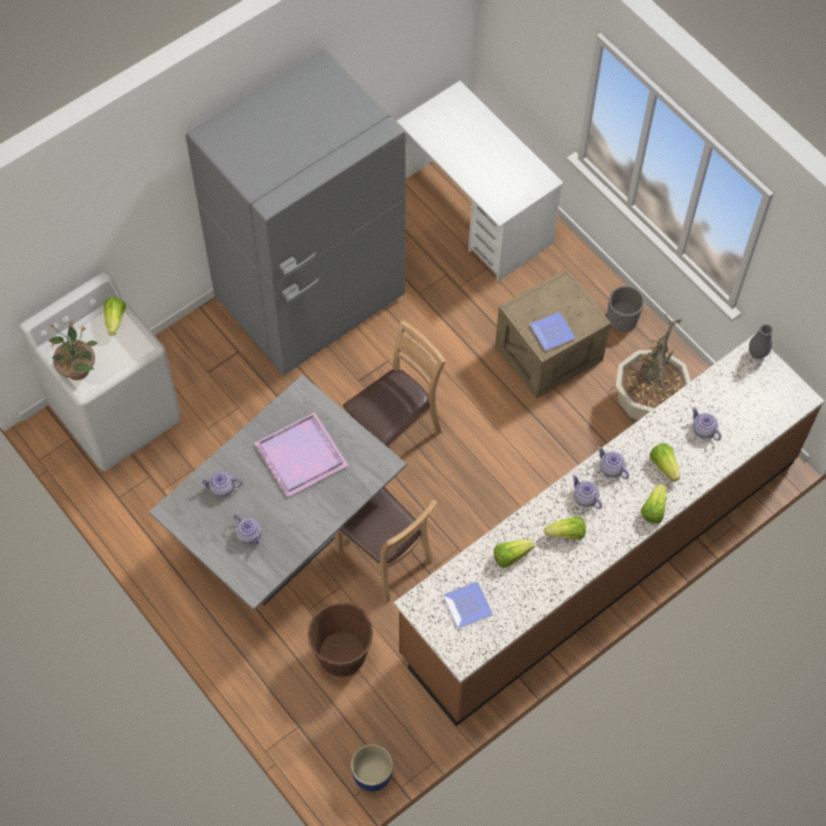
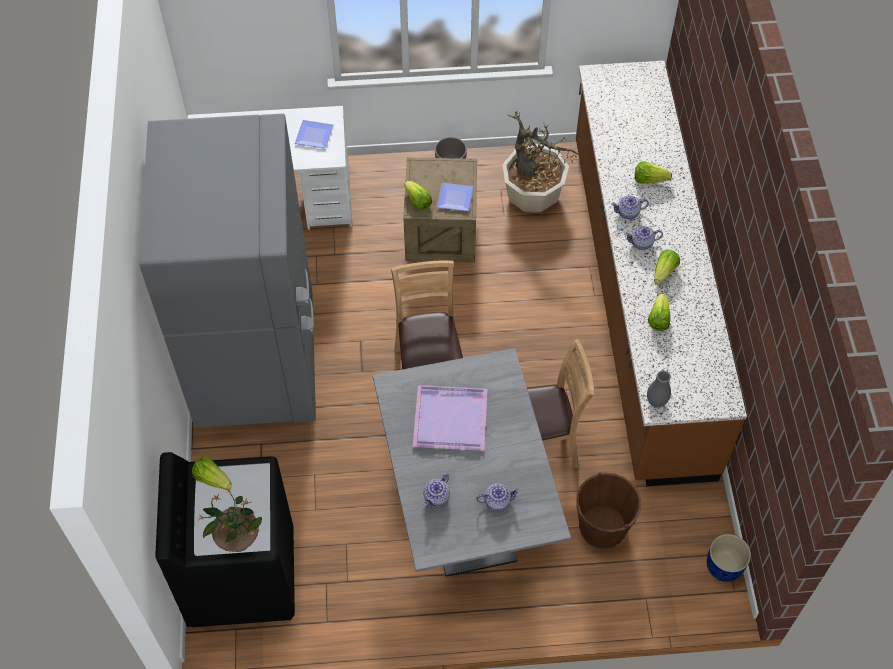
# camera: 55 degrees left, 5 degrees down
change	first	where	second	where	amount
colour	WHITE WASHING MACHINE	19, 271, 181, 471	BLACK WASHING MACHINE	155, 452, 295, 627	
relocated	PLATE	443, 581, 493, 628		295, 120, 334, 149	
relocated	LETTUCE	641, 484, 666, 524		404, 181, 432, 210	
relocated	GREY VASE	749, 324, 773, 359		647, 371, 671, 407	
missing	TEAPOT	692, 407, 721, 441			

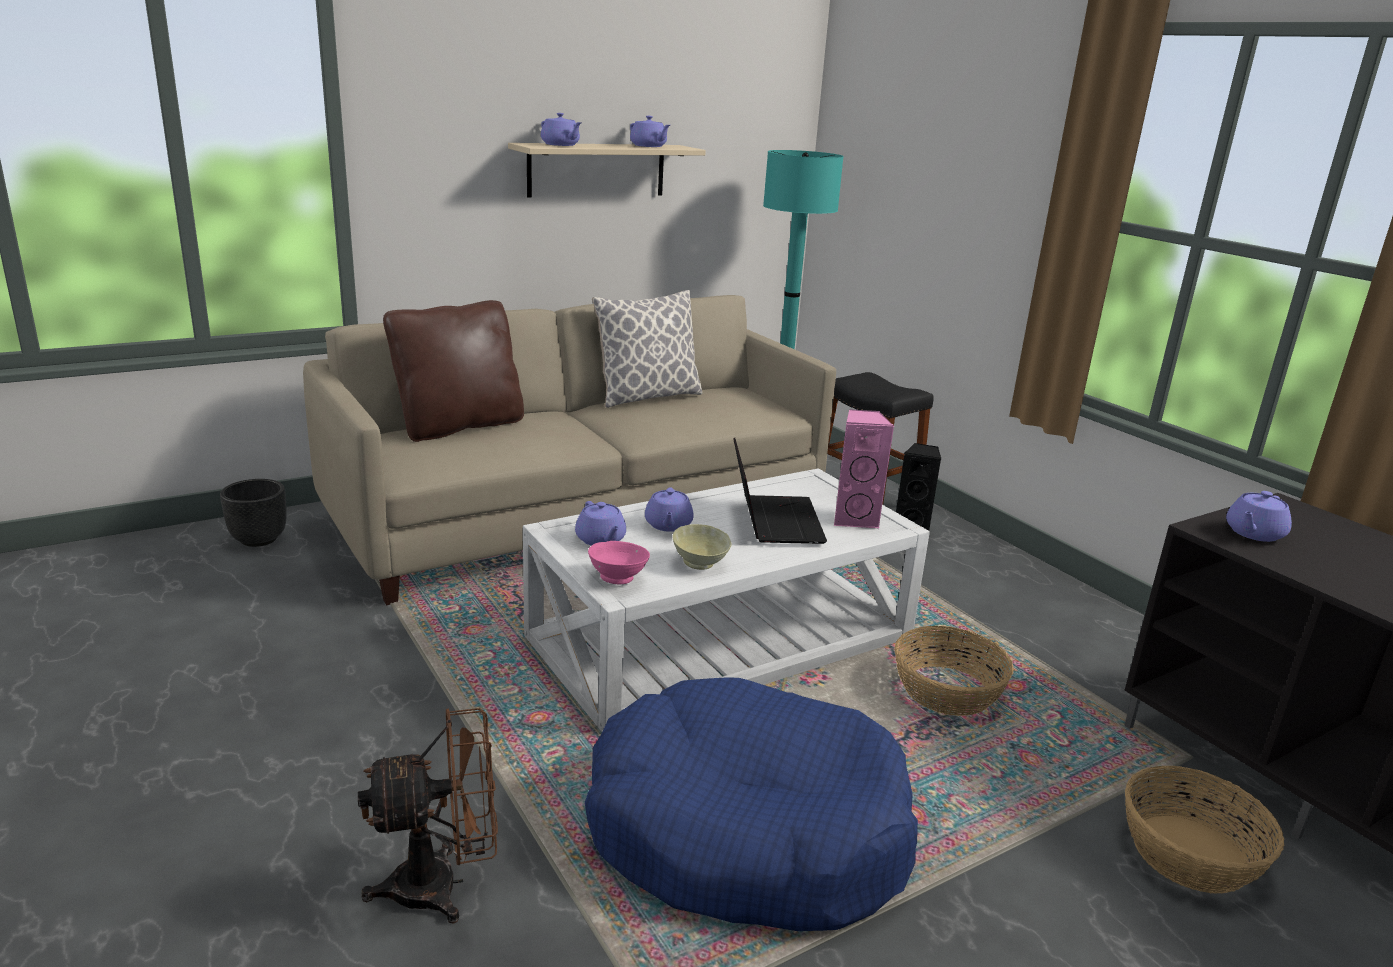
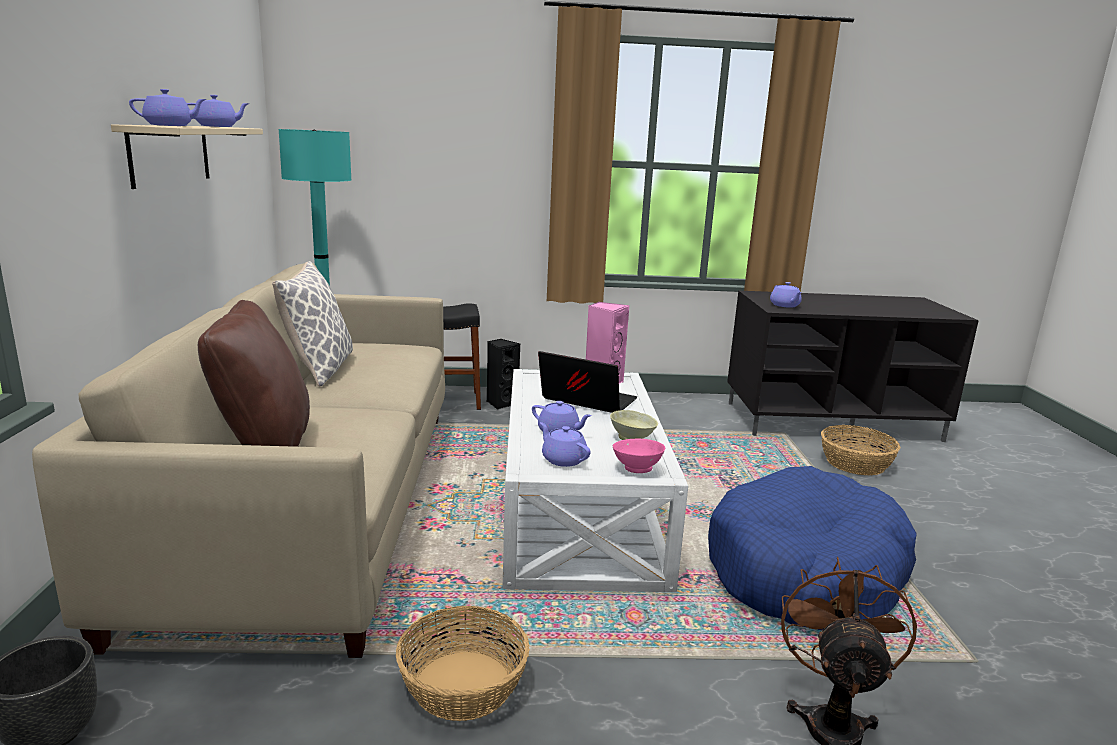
# camera: 60 degrees left, 5 degrees down
change	first	where	second	where	amount
relocated	BASKET	894, 626, 1014, 716		396, 606, 530, 721	
spun	PURPLE TEAPOT	575, 501, 626, 546		540, 422, 591, 467	135 degrees counterclockwise

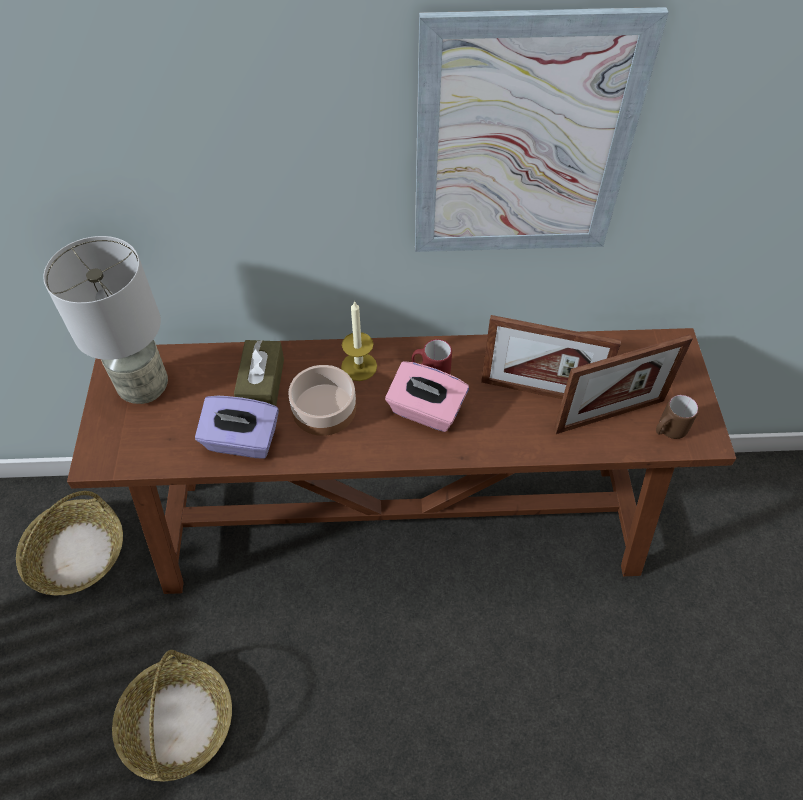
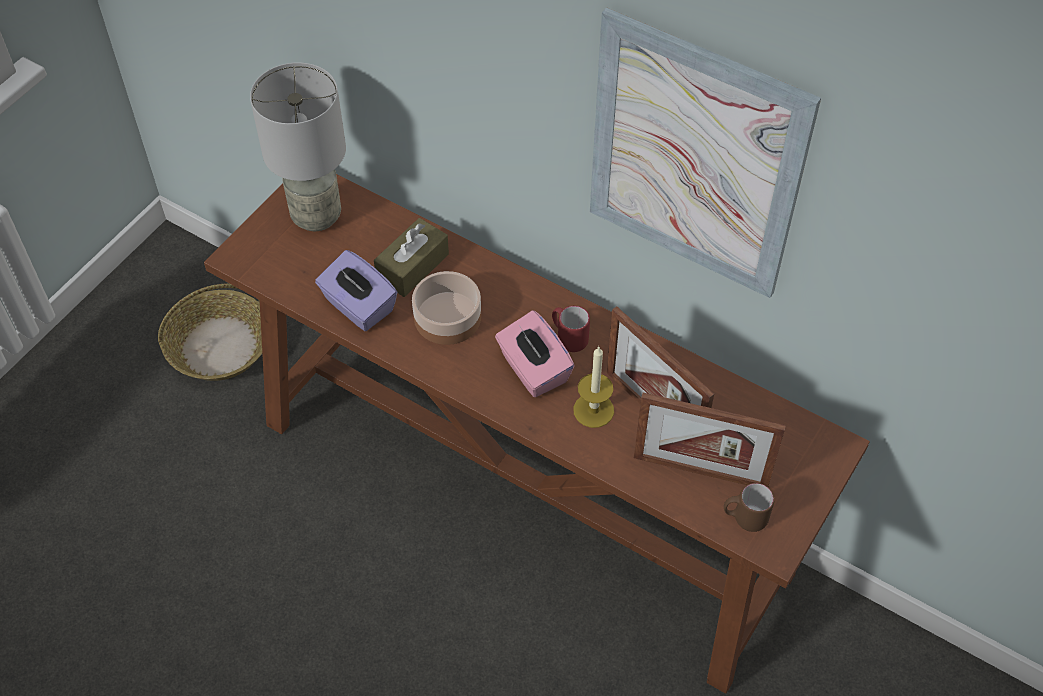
# camera: 35 degrees right, 0 degrees up
change	first	where	second	where	amount
relocated	CANDLE	341, 300, 377, 381		573, 347, 614, 428	
missing	BASKET	112, 650, 232, 782			

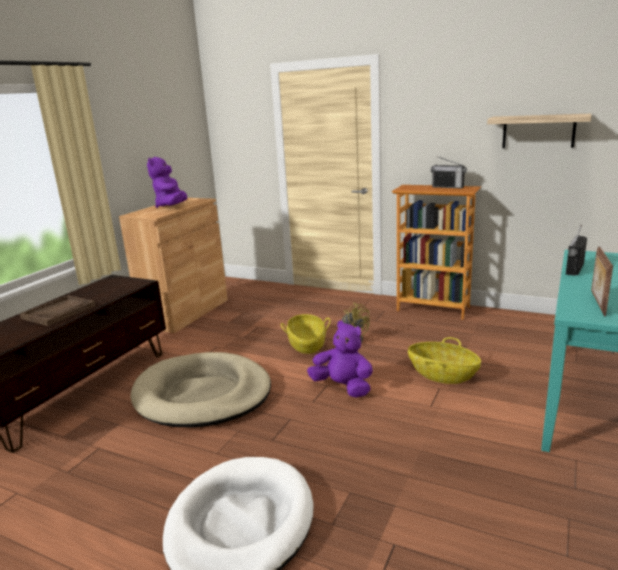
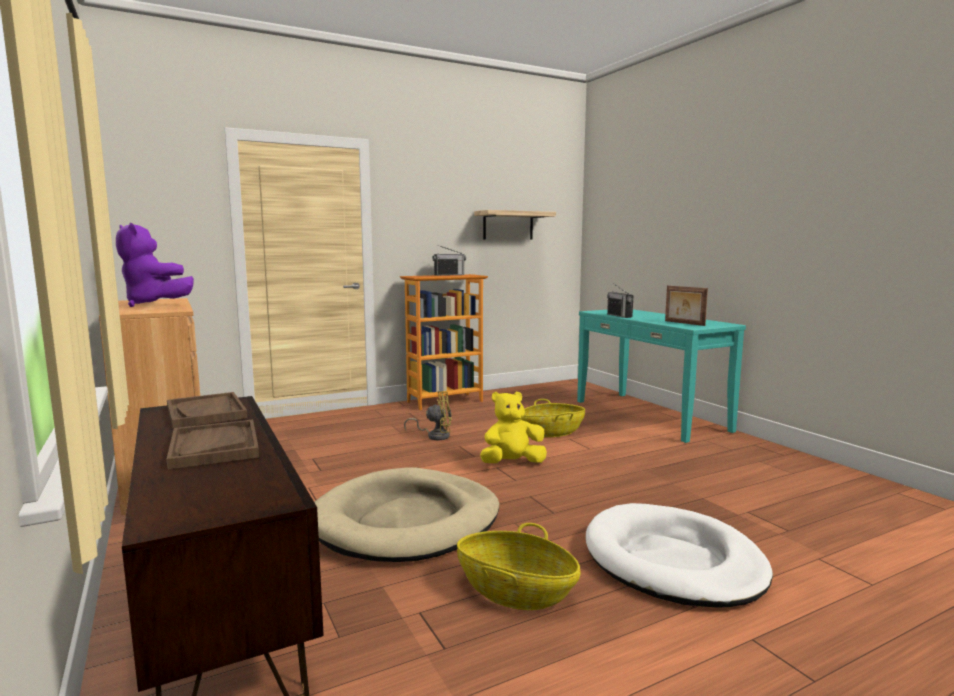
# camera: 55 degrees left, 10 degrees down
change	first	where	second	where	amount
appeared			BROWN TRAY	167, 392, 247, 429	
relocated	BASKET	281, 314, 331, 354		457, 523, 580, 610	
colour	PURPLE PLUSH TOY	307, 320, 373, 398	YELLOW PLUSH TOY	480, 392, 547, 463	

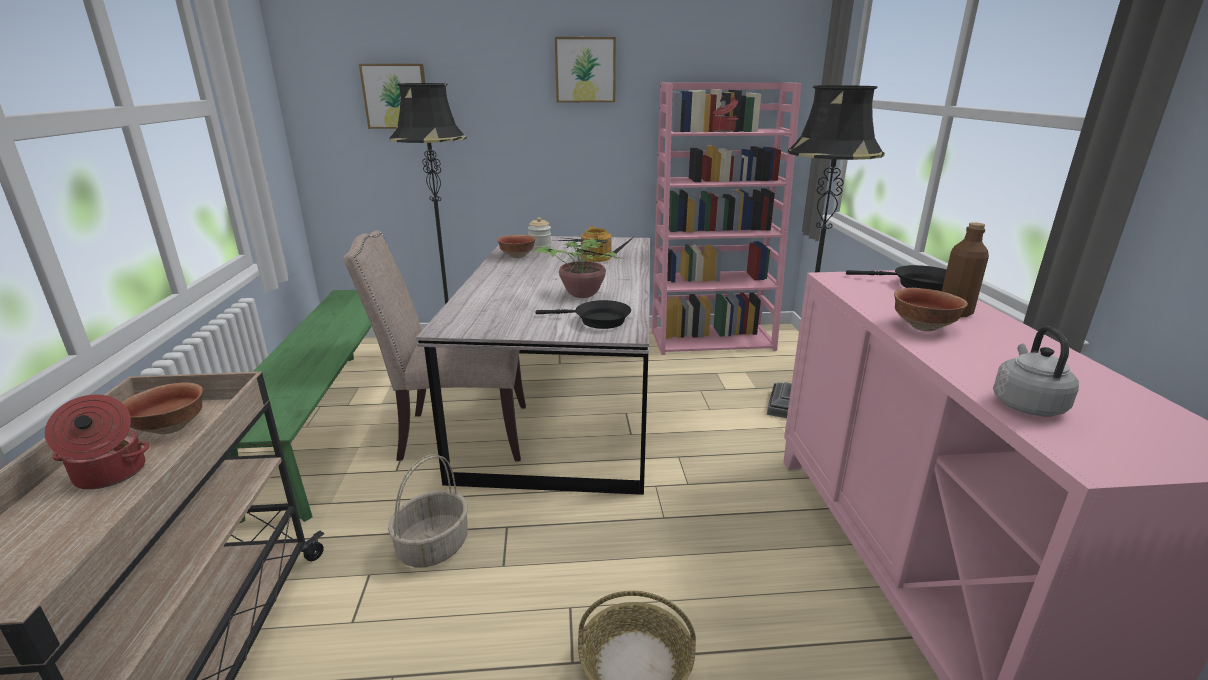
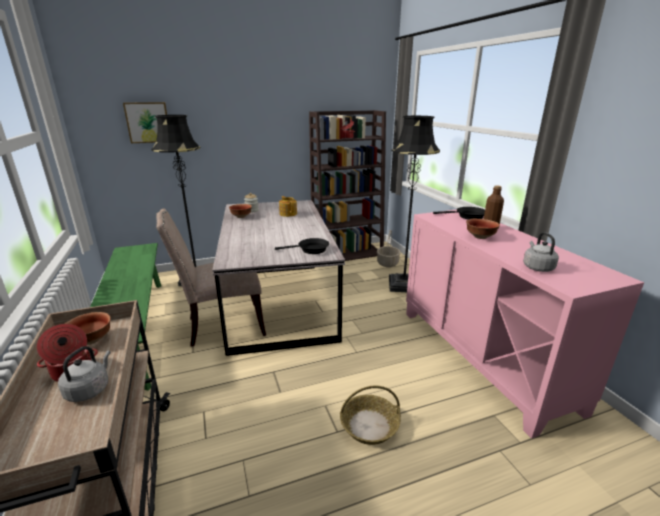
# camera: 15 degrees left, 0 degrees up
change	first	where	second	where	amount
appeared			GREY KETTLE	58, 346, 111, 402	
colour	PINK BOOKCASE	652, 82, 801, 355	BROWN BOOKCASE	309, 110, 386, 261	
relocated	BASKET	388, 454, 468, 567		377, 230, 401, 267	
missing	POTTED PLANT	533, 235, 636, 298			
missing	PICTURE	555, 37, 616, 102			

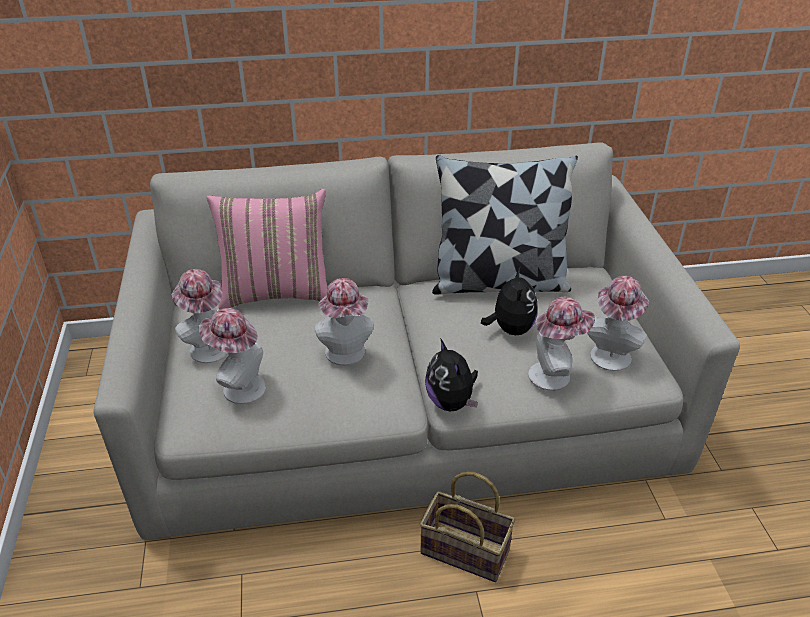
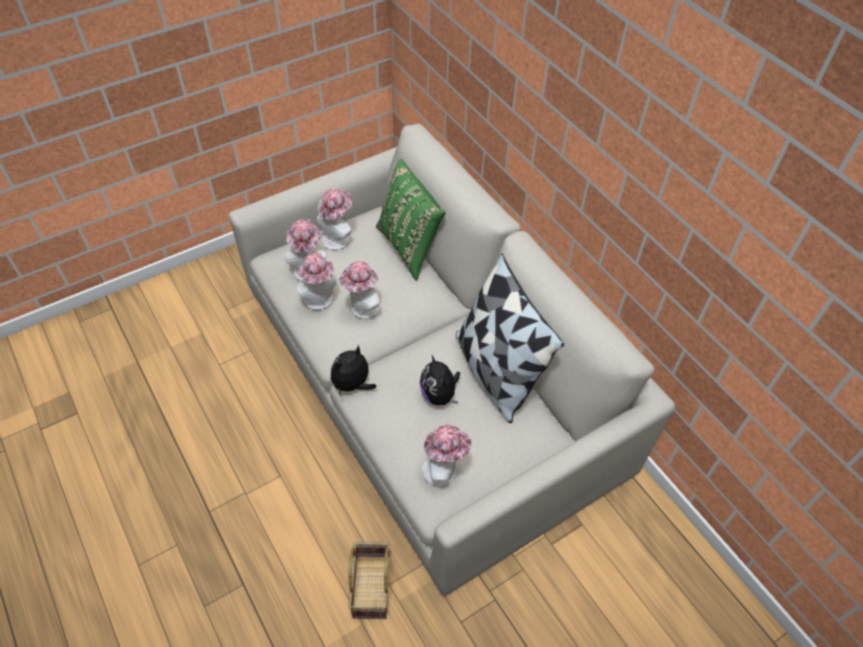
# camera: 65 degrees right, 15 degrees up
change	first	where	second	where	amount
relocated	HAT	528, 297, 595, 391		296, 253, 337, 310	
relocated	BASKET	420, 471, 515, 582		349, 542, 390, 619	
colour	PINK PILLOW	207, 189, 328, 310	GREEN PILLOW	376, 159, 446, 281	
spun	PLUSH TOY	481, 267, 538, 335		420, 354, 460, 406	90 degrees clockwise

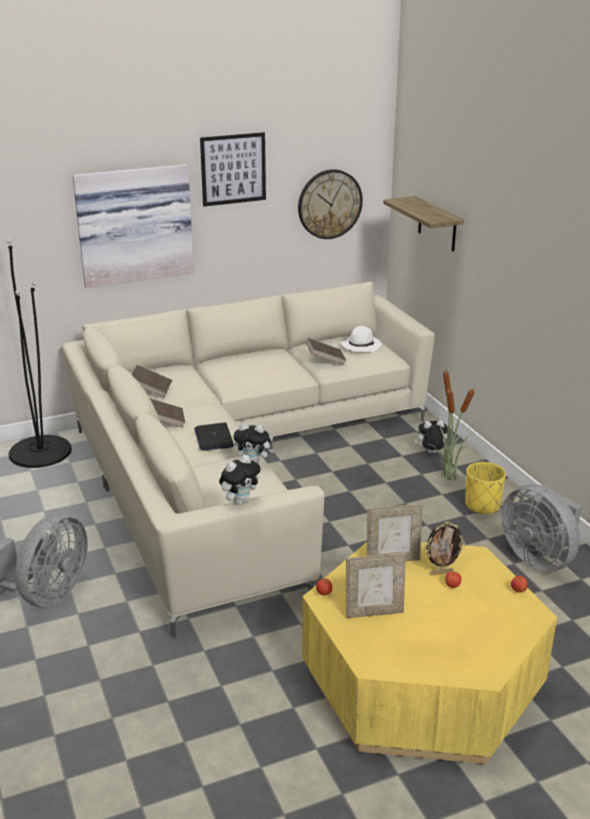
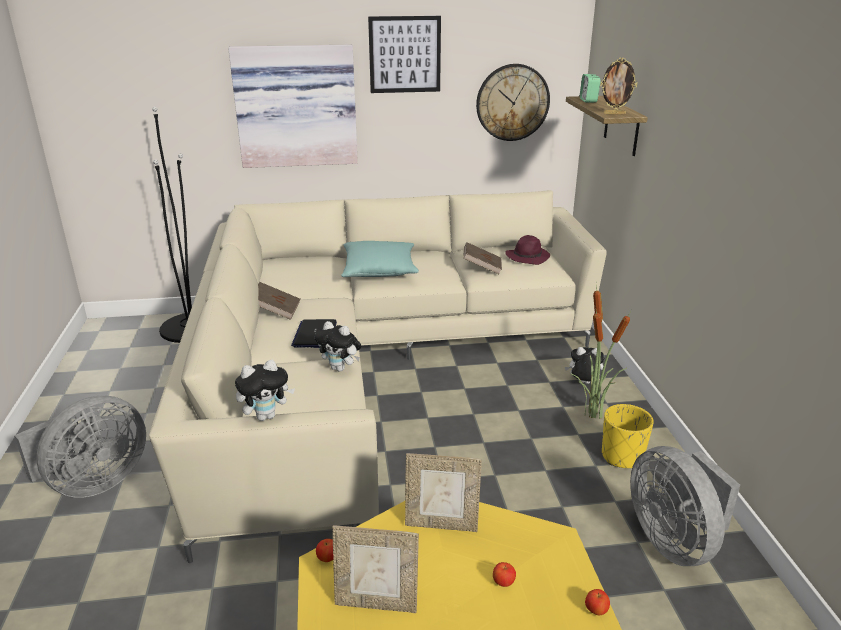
# camera: 15 degrees right, 0 degrees up
change	first	where	second	where	amount
appeared			TURQUOISE PILLOW	341, 241, 419, 277	
colour	WHITE HAT	341, 326, 382, 352	PURPLE HAT	505, 235, 550, 265	
appeared			ALARM CLOCK	580, 74, 601, 103	
relocated	PICTURE FRAME	425, 522, 465, 575		600, 58, 637, 115	
missing	BROWN BOOK	132, 365, 172, 397			

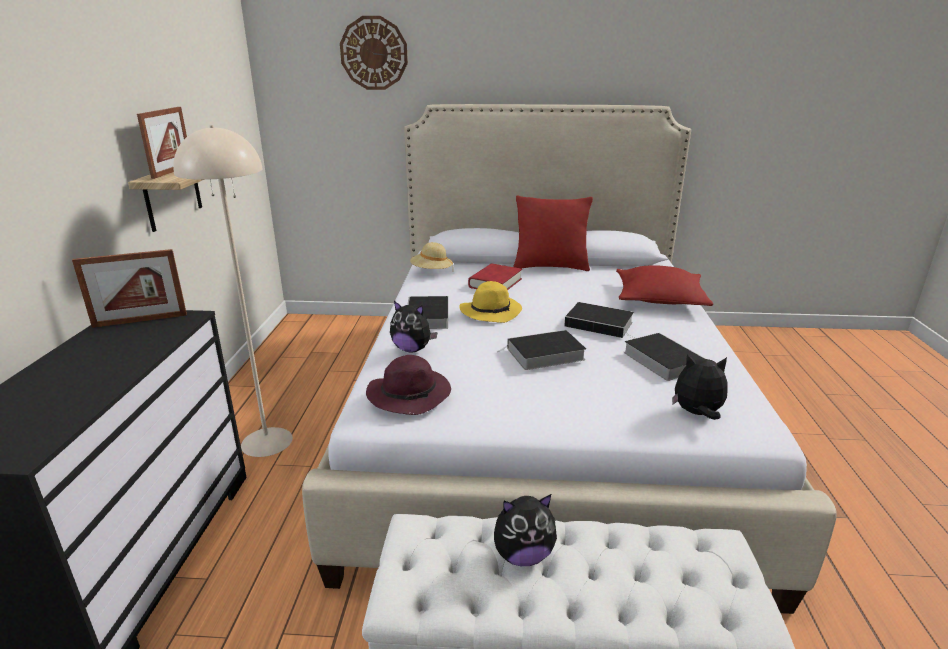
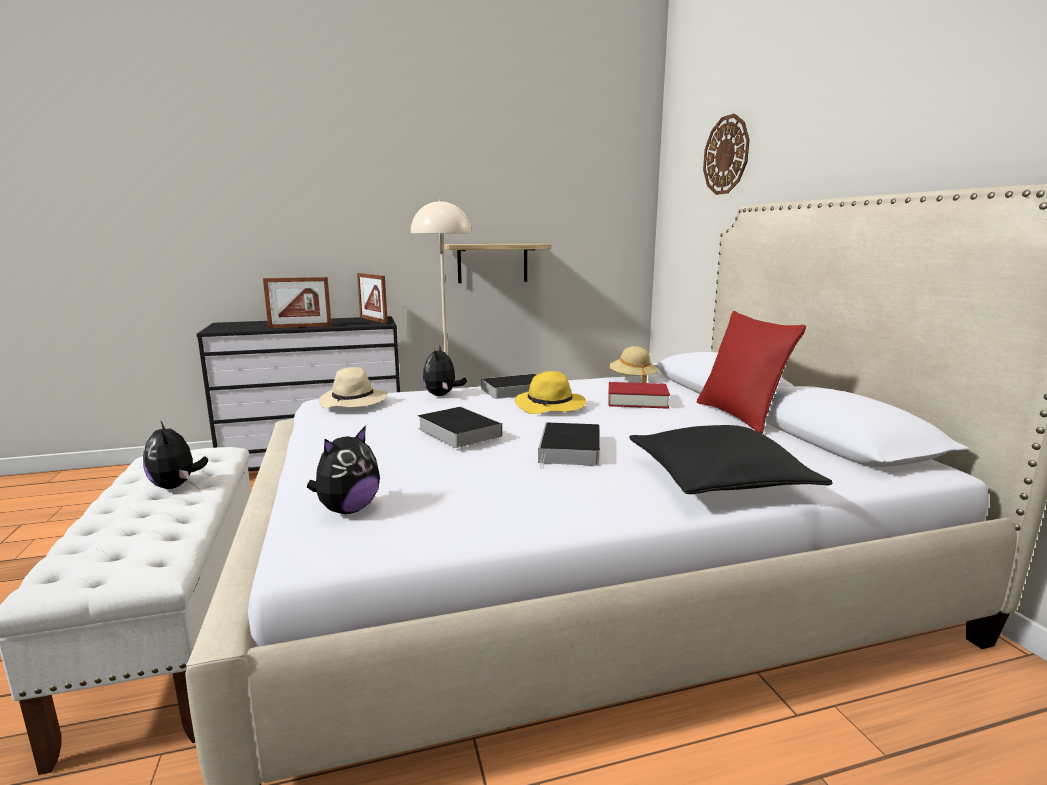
# camera: 70 degrees right, 10 degrees down
change	first	where	second	where	amount
relocated	PICTURE FRAME	137, 107, 187, 179		263, 277, 332, 329	
spun	PLUSH TOY	672, 354, 728, 420		307, 425, 380, 514	45 degrees clockwise
colour	PURPLE HAT	366, 355, 451, 415	BEIGE HAT	319, 367, 388, 408	
colour	RED PILLOW	616, 265, 713, 306	BLACK PILLOW	629, 425, 833, 494	
missing	BOOK	623, 333, 705, 381			

